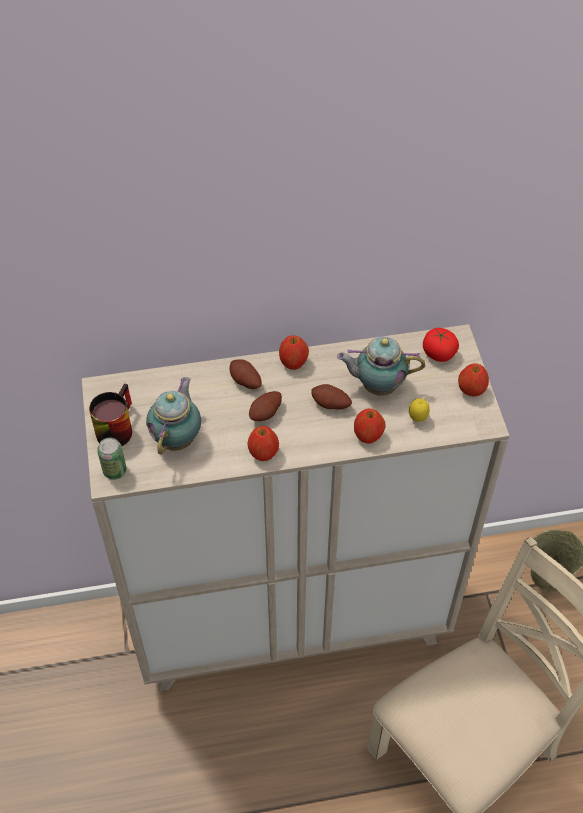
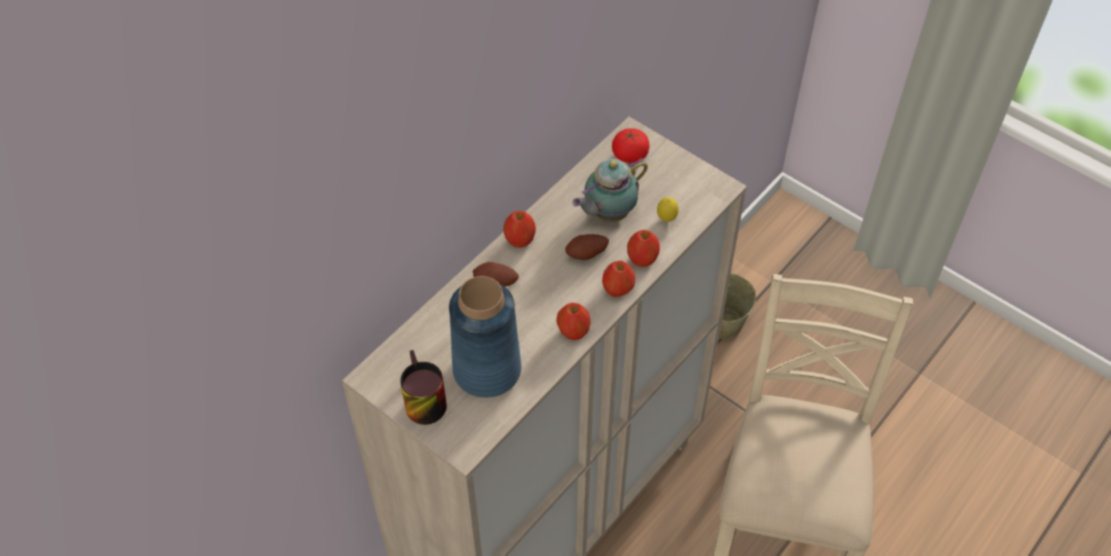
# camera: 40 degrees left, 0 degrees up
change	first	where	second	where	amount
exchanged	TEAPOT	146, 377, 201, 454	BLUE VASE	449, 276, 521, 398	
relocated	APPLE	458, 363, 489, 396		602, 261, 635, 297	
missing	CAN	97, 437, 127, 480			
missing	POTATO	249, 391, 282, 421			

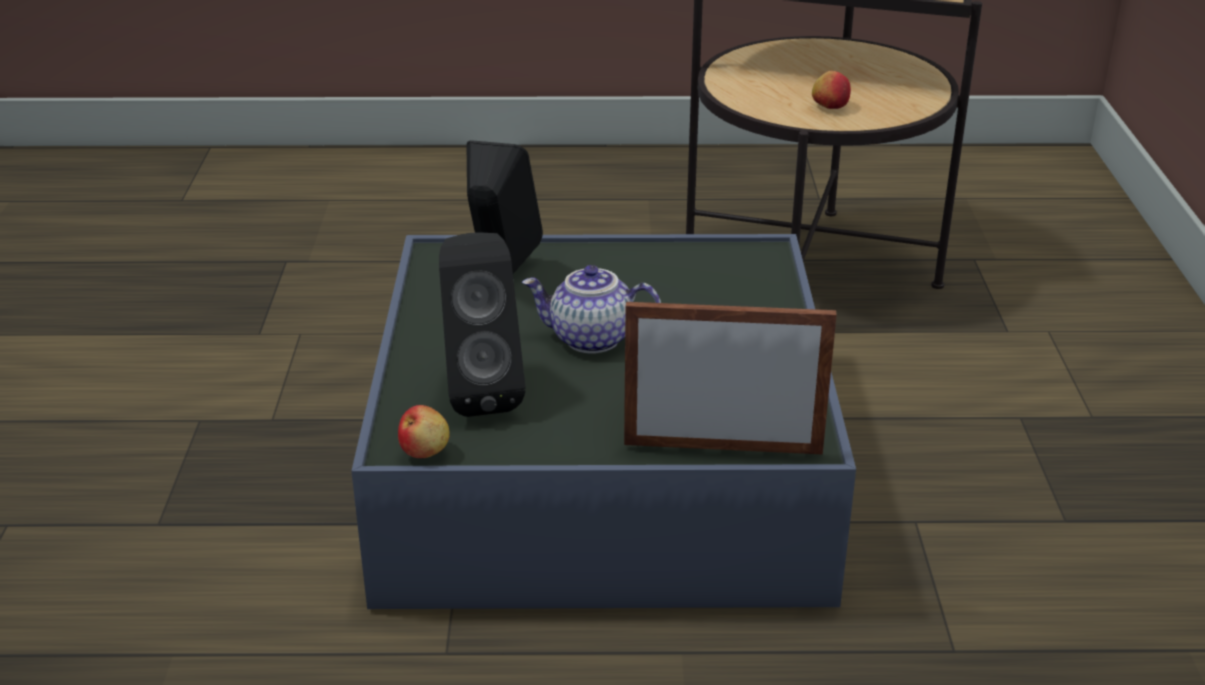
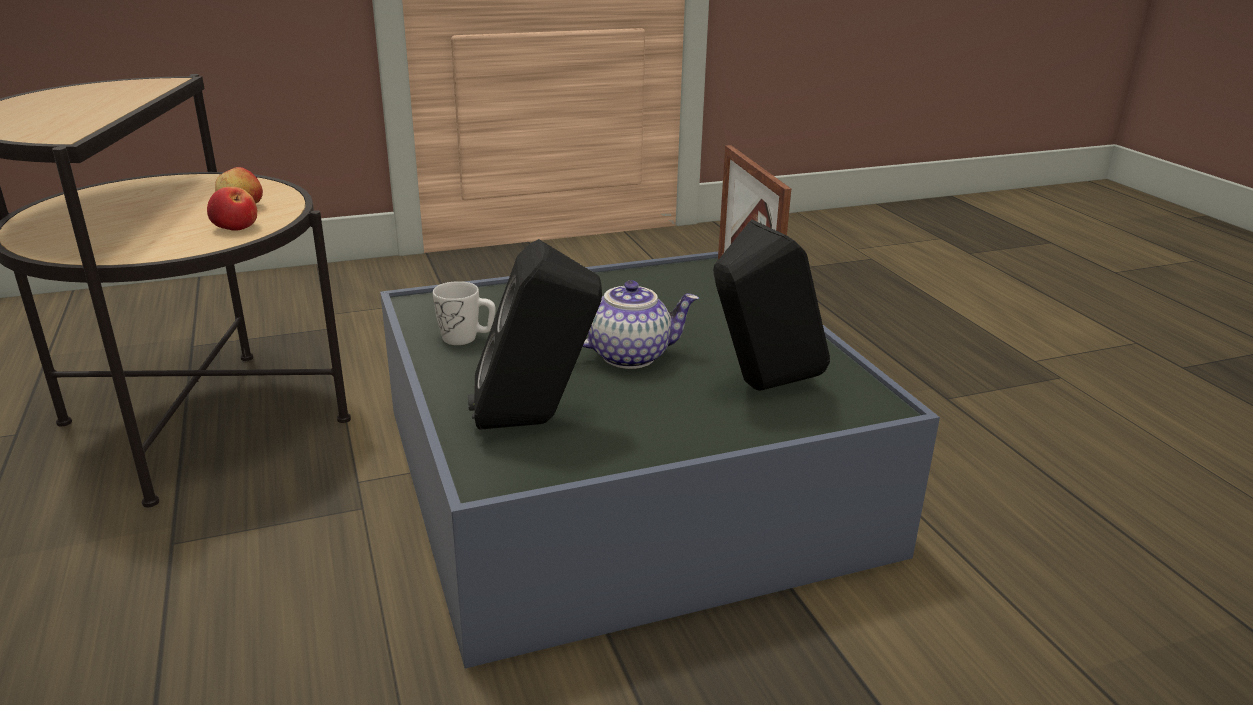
# camera: 110 degrees left, 5 degrees down
change	first	where	second	where	amount
relocated	APPLE	398, 405, 450, 458		207, 186, 257, 231	
appeared			WHITE MUG	433, 281, 496, 345	
spun	TEAPOT	522, 265, 661, 354		583, 280, 699, 369	90 degrees counterclockwise

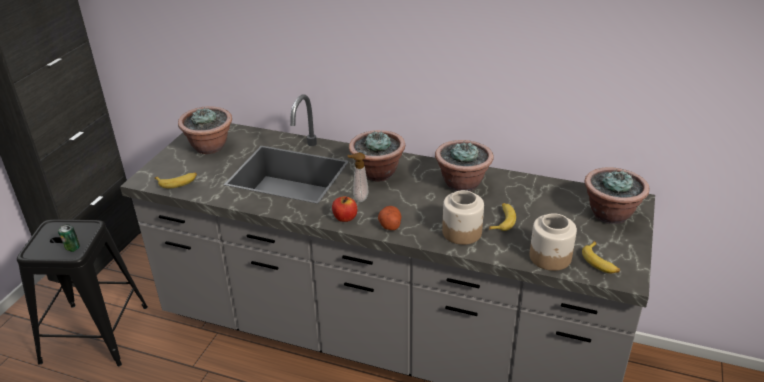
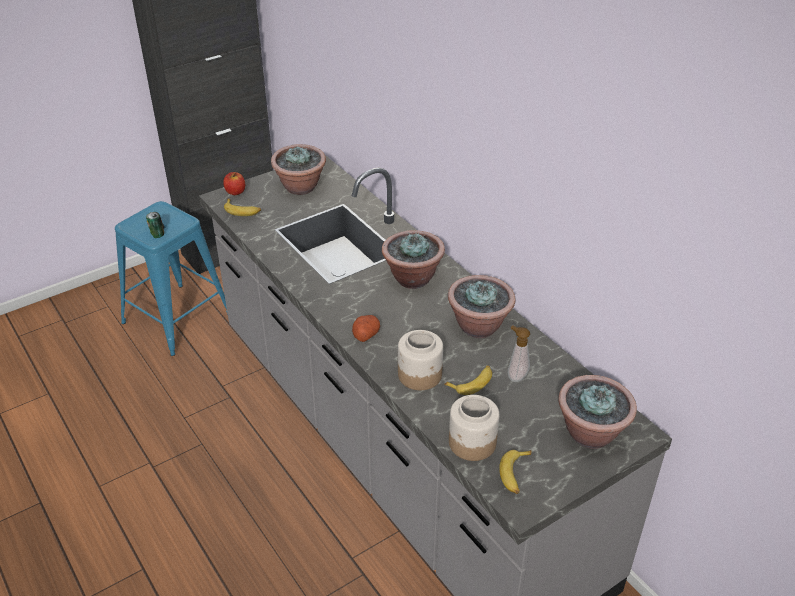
# camera: 35 degrees right, 5 degrees up
change	first	where	second	where	amount
colour	BLACK STOOL	17, 220, 148, 366	BLUE STOOL	115, 201, 228, 356	
relocated	APPLE	332, 196, 357, 222		223, 172, 245, 195	
relocated	SOAP DISPENSER	348, 153, 368, 202		507, 325, 530, 382	

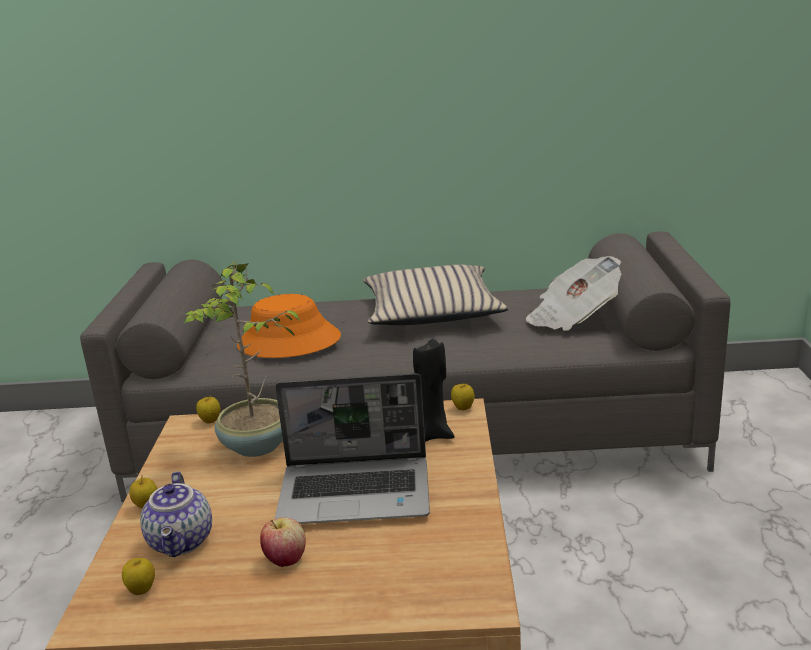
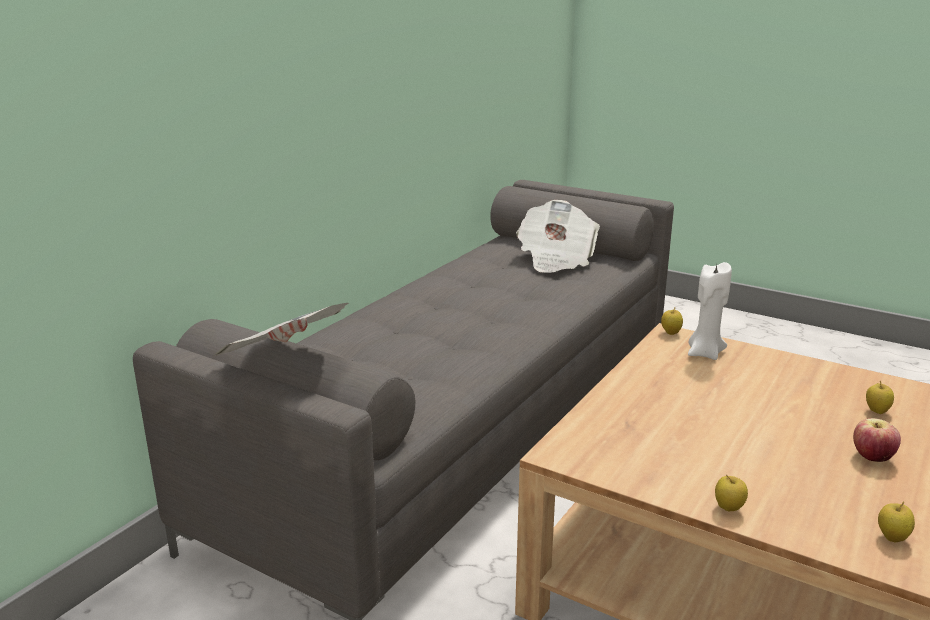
# camera: 60 degrees left, 0 degrees up
change	first	where	second	where	amount
appeared			NEWSPAPER	214, 303, 349, 356	
colour	BLACK CANDLE	413, 339, 454, 442	WHITE CANDLE	688, 262, 732, 360	
relocated	APPLE	196, 395, 221, 424		866, 381, 894, 414	
missing	TEAPOT	140, 471, 212, 557			
missing	POTTED PLANT	183, 261, 301, 457			
missing	ORANGE HAT	237, 294, 341, 358			
missing	LAPTOP	275, 374, 430, 524			
missing	BEIGE PILLOW	363, 265, 509, 325			

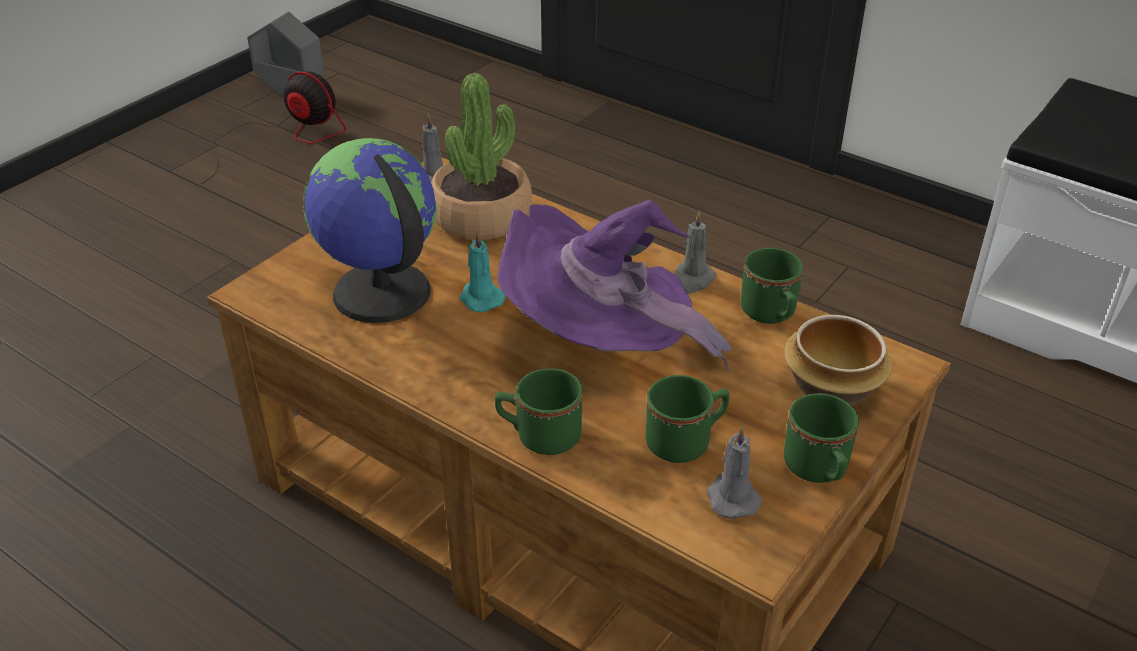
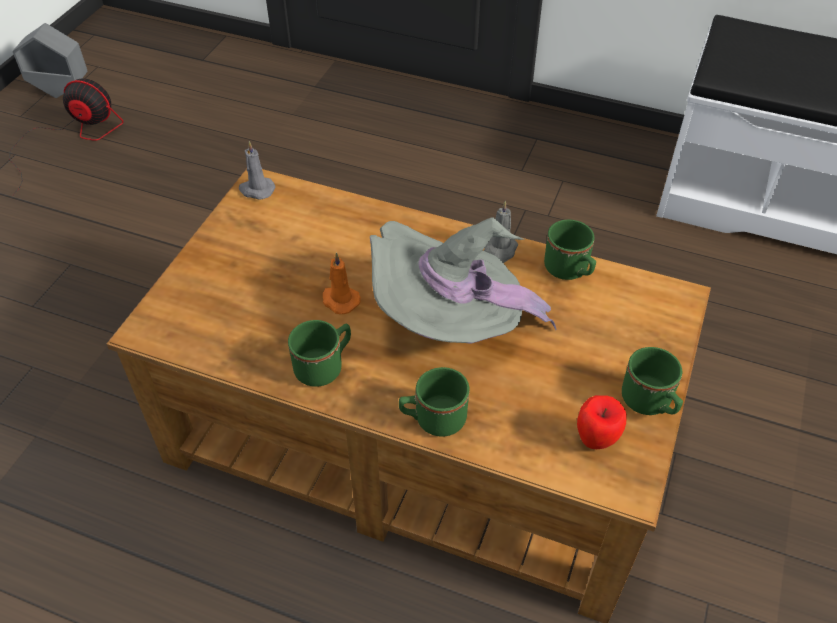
# camera: 15 degrees left, 10 degrees up
change	first	where	second	where	amount
relocated	GREEN MUG	646, 375, 729, 463		288, 320, 351, 387	
colour	TURQUOISE CANDLE	459, 230, 505, 312	ORANGE CANDLE	323, 253, 361, 314	
colour	PURPLE HAT	498, 200, 731, 371	GREY HAT	370, 217, 556, 344	
exchanged	GREY CANDLE	707, 426, 762, 519	APPLE	577, 395, 627, 449	
missing	GLOBE	303, 138, 437, 323			
missing	POTTED PLANT	431, 73, 532, 240			
missing	BOWL	784, 315, 892, 405			

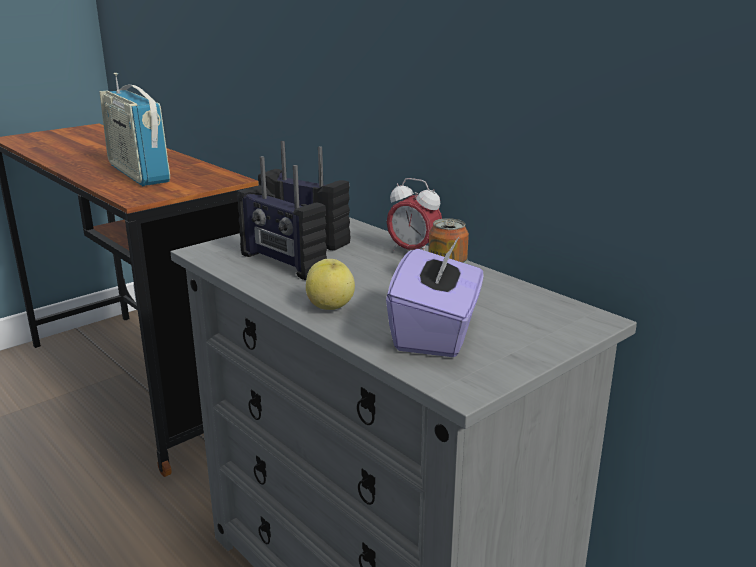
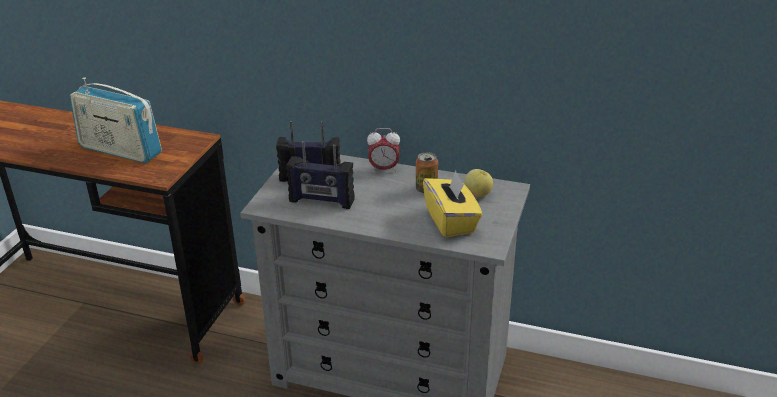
# camera: 30 degrees left, 10 degrees up
change	first	where	second	where	amount
colour	PURPLE TISSUE BOX	386, 237, 484, 357	YELLOW TISSUE BOX	423, 171, 482, 238	
relocated	APPLE	306, 259, 355, 310		465, 169, 493, 197	

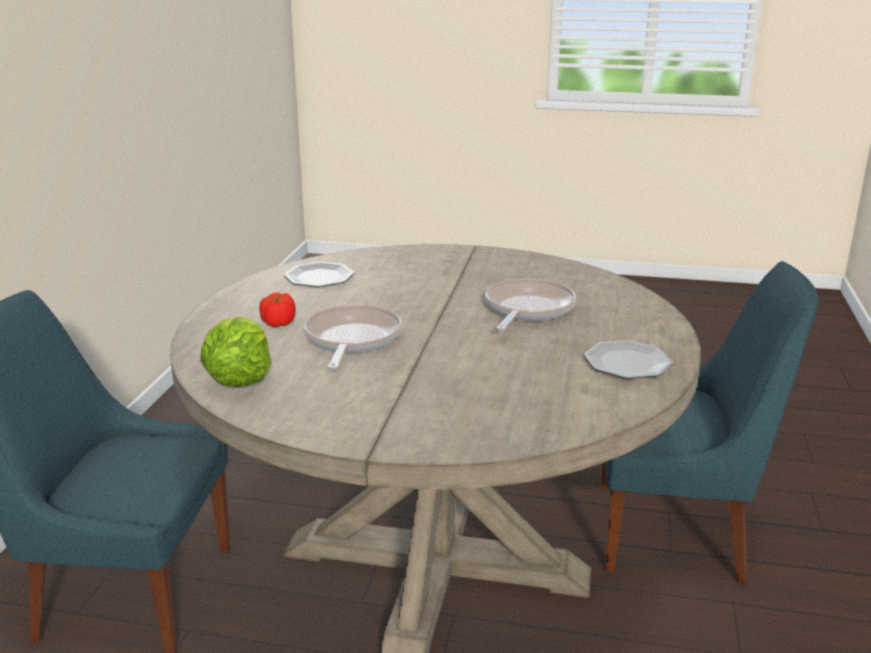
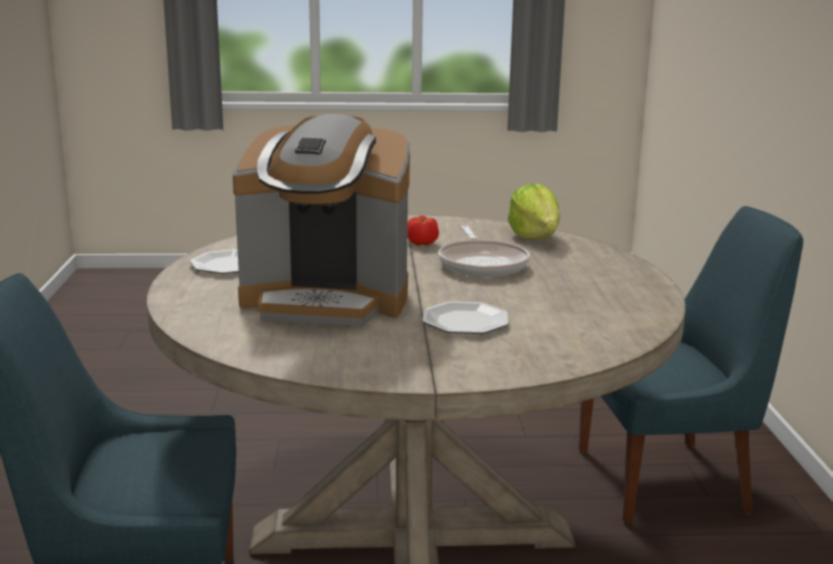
# camera: 165 degrees right, 5 degrees down
change	first	where	second	where	amount
exchanged	FRYING PAN	485, 278, 576, 331	COFFEE MACHINE	233, 114, 410, 326	
relocated	TOMATO	259, 293, 296, 327		407, 215, 439, 245	
relocated	PLATE	284, 262, 354, 287		422, 301, 509, 334	

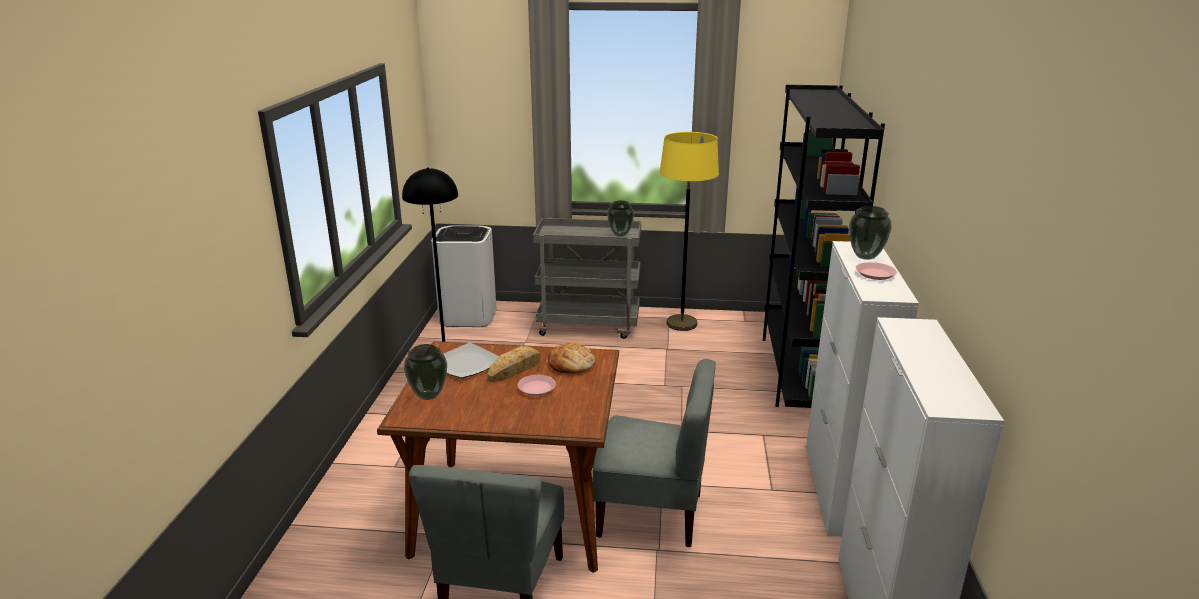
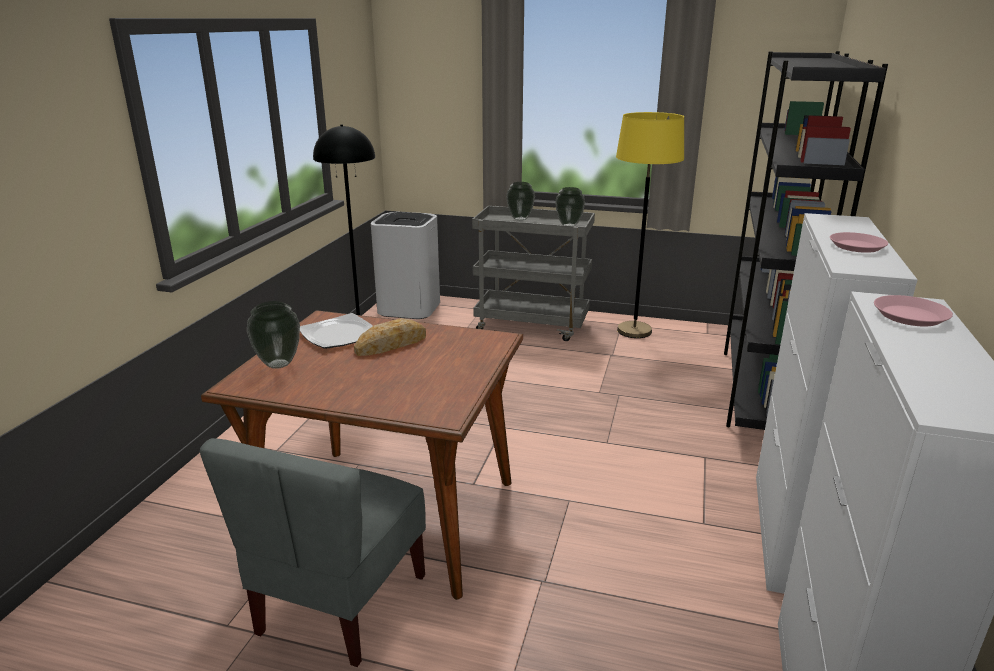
# camera: 10 degrees right, 0 degrees up
change	first	where	second	where	amount
relocated	VASE	849, 206, 892, 260		506, 182, 535, 221	
relocated	PINK PLATE	518, 375, 556, 396		874, 295, 953, 327	
missing	BREAD	548, 342, 595, 374			
missing	GREY CHAIR	592, 359, 716, 547			

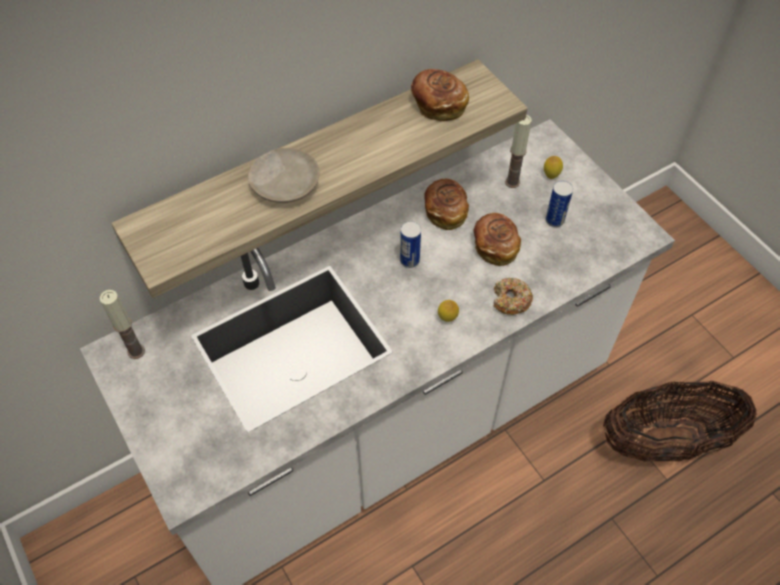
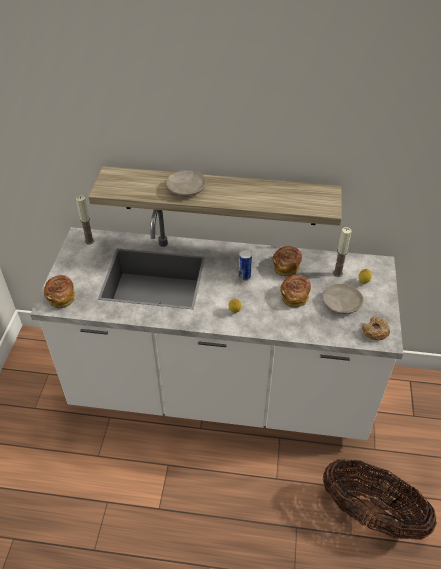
# camera: 40 degrees right, 10 degrees down
change	first	where	second	where	amount
relocated	BREAD	411, 69, 469, 121		44, 275, 76, 308	
exchanged	CAN	546, 181, 573, 227	BEIGE PLATE	323, 284, 364, 314	
relocated	DONUT	494, 277, 533, 315		362, 316, 390, 340	

